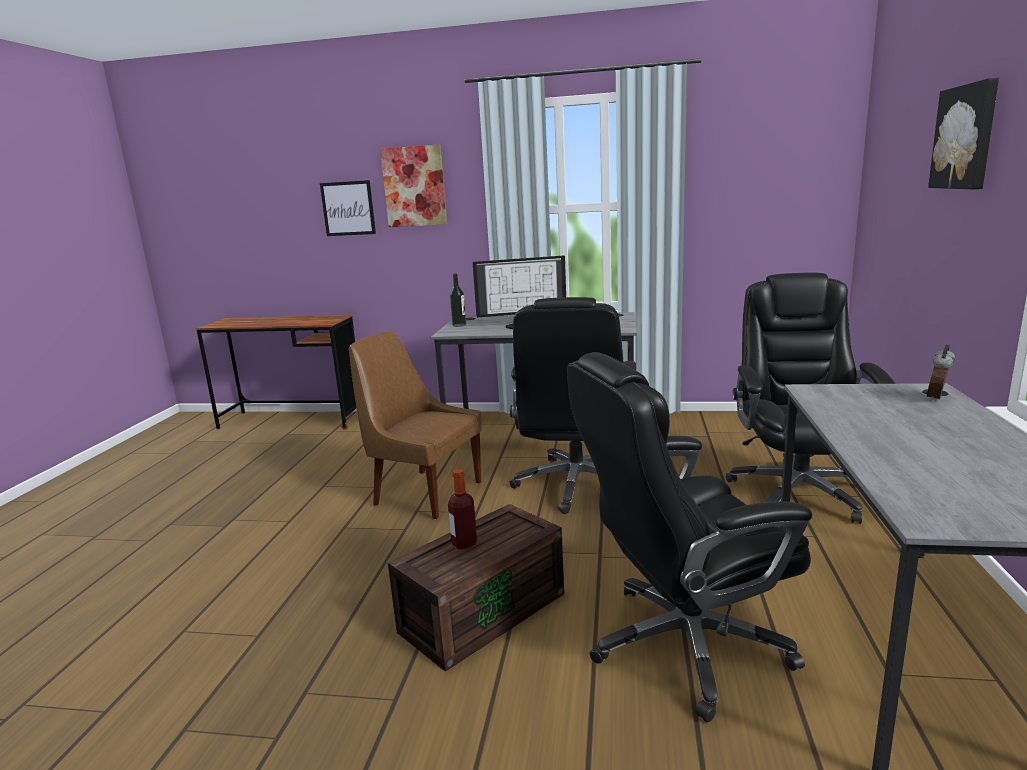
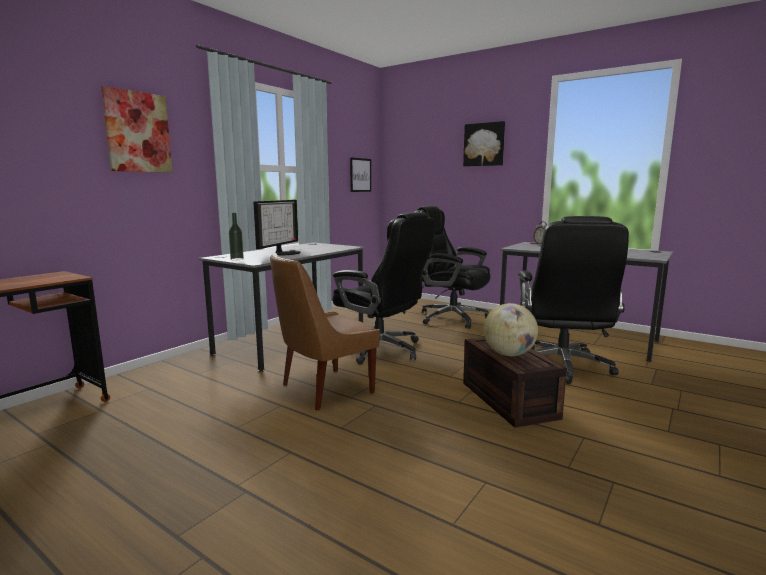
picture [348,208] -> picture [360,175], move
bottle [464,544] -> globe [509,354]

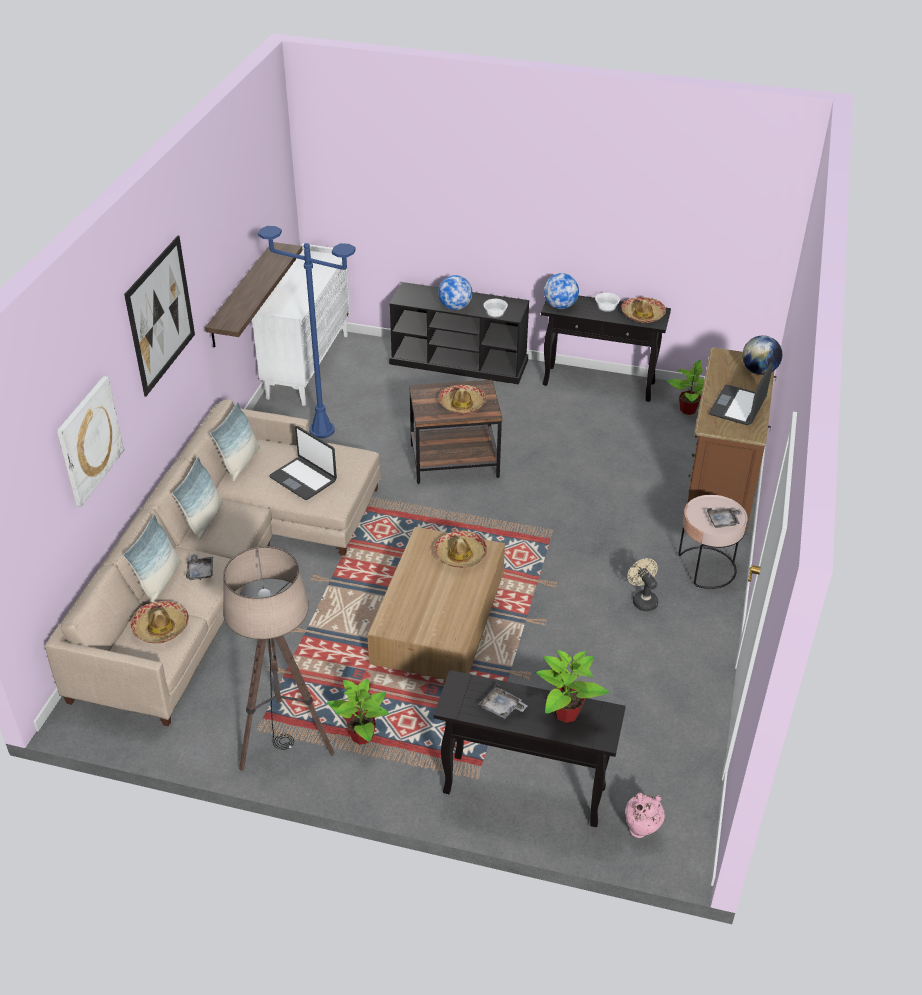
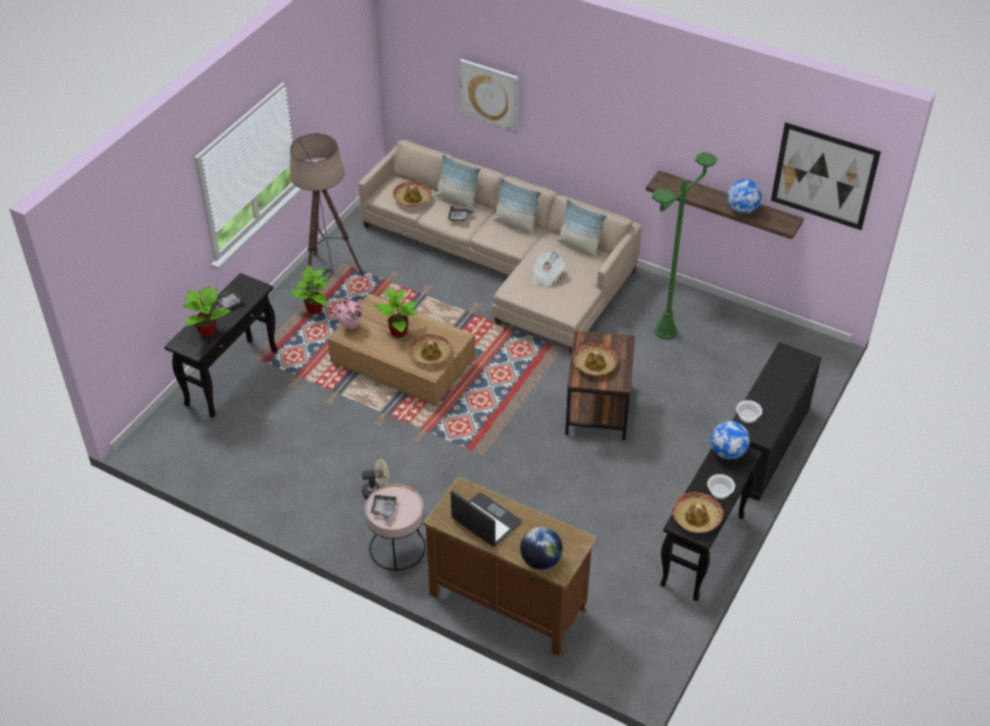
blue floor lamp [321,430] -> green floor lamp [666,331]
picture [161,315] -> picture [824,176], move
white cabinet [308,366] -> none
globe [455,307] -> globe [741,210], move
potted plant [688,409] -> potted plant [399,332], move
laptop [303,479] -> newspaper [546,276]
pink vase [641,831] -> pink vase [350,327], move

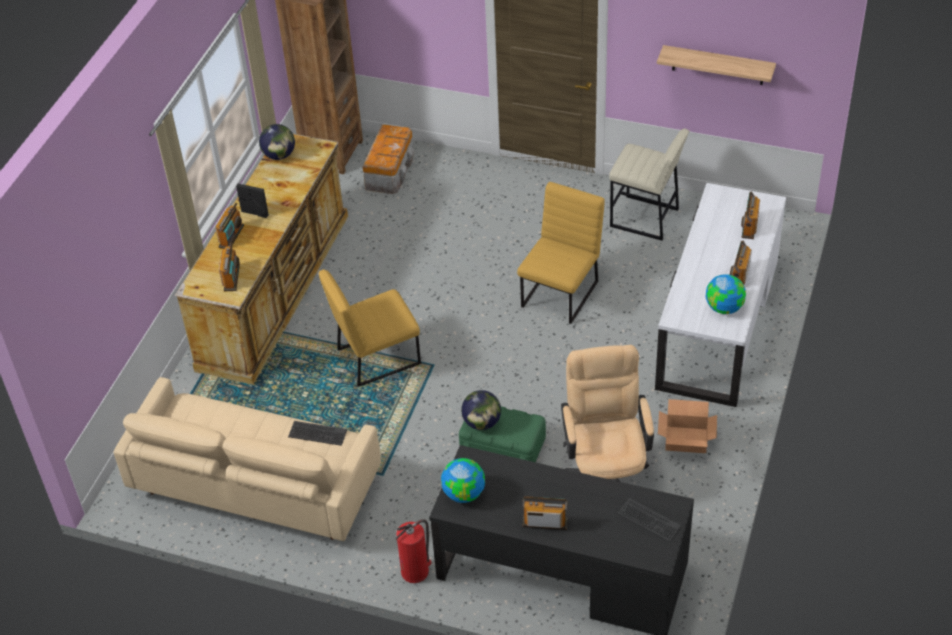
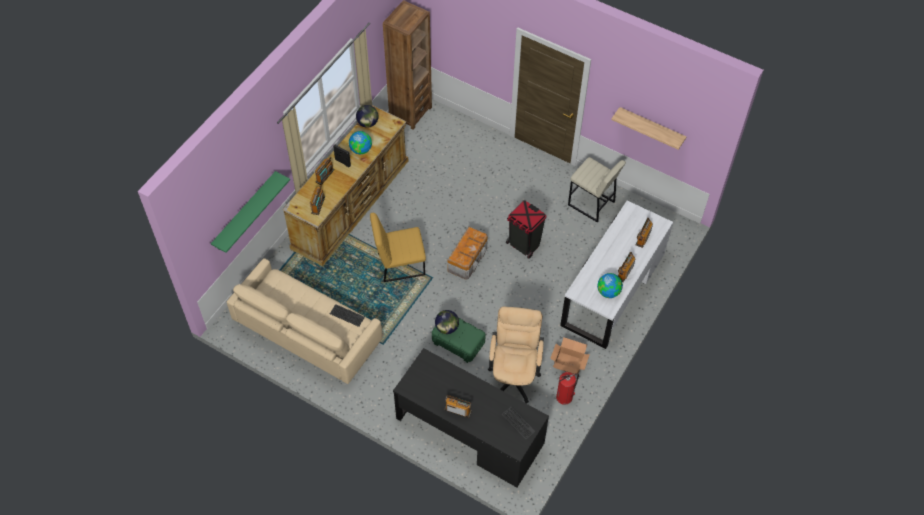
storage box [390,170] -> storage box [468,259], move
yellow chair [561,292] -> black trash can [524,245]
globe [463,493] -> globe [360,149], move
fire extinguisher [415,571] -> fire extinguisher [565,397], move
none -> green shelf [245,212]

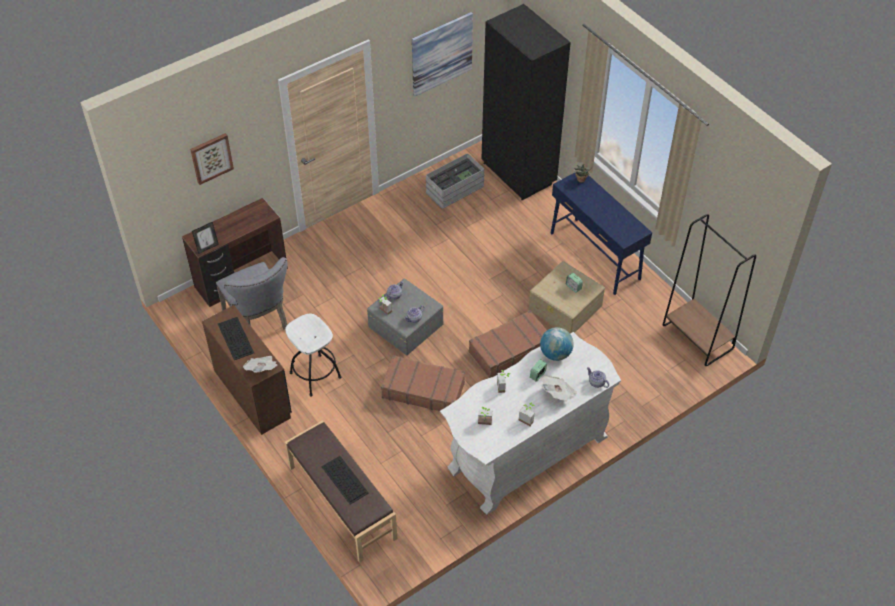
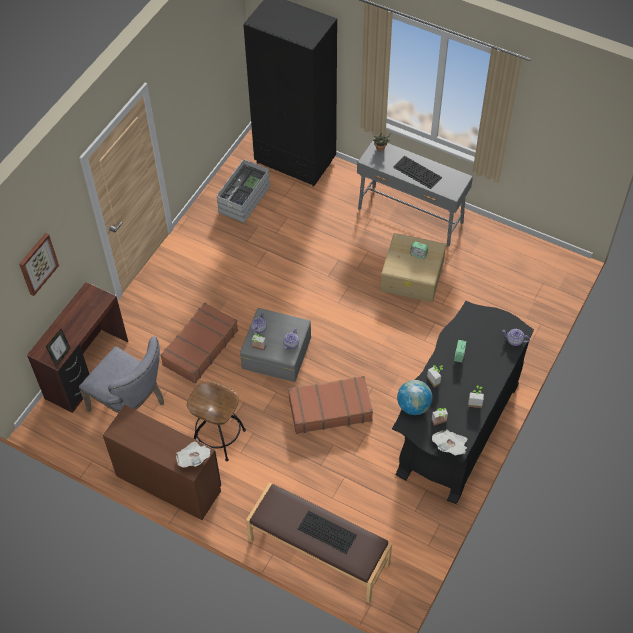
picture [441,53] -> none
blue console table [594,256] -> grey console table [410,216]
clothes rack [697,338] -> none
brown suitcase [509,349] -> brown suitcase [200,348], move
white stool [315,375] -> brown stool [219,438]
keyboard [236,338] -> keyboard [417,172], move
globe [555,353] -> globe [413,406], move
white dresser [525,449] -> black dresser [455,426]
newspaper [558,393] -> newspaper [450,446], move

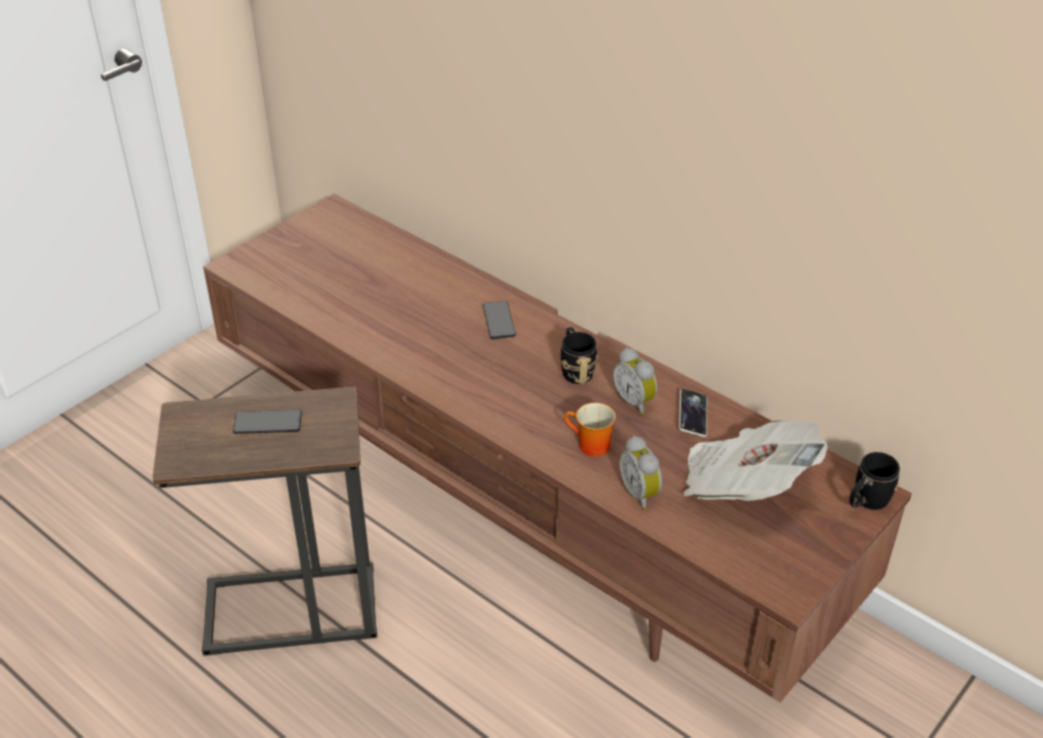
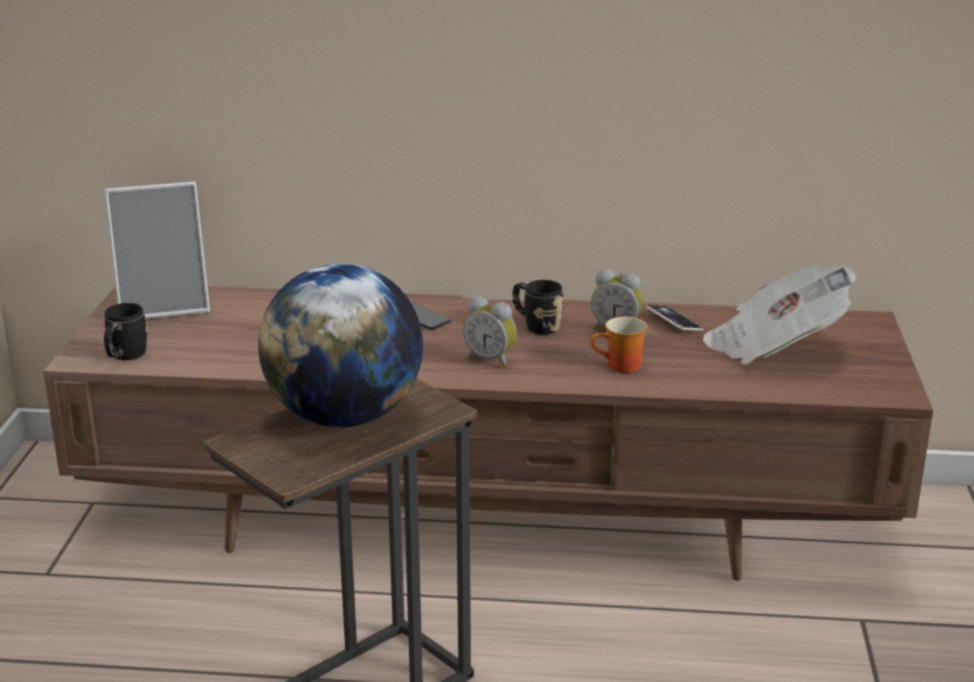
phone [267,423] -> globe [345,416]
alarm clock [641,493] -> alarm clock [491,359], move
black mug [866,502] -> black mug [125,357], move
none -> picture frame [164,305]

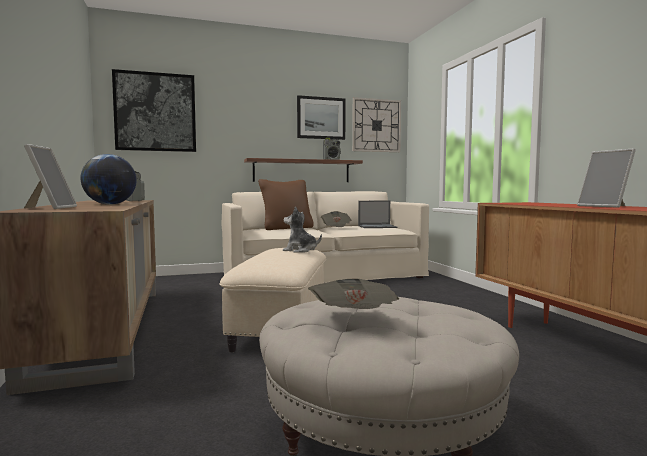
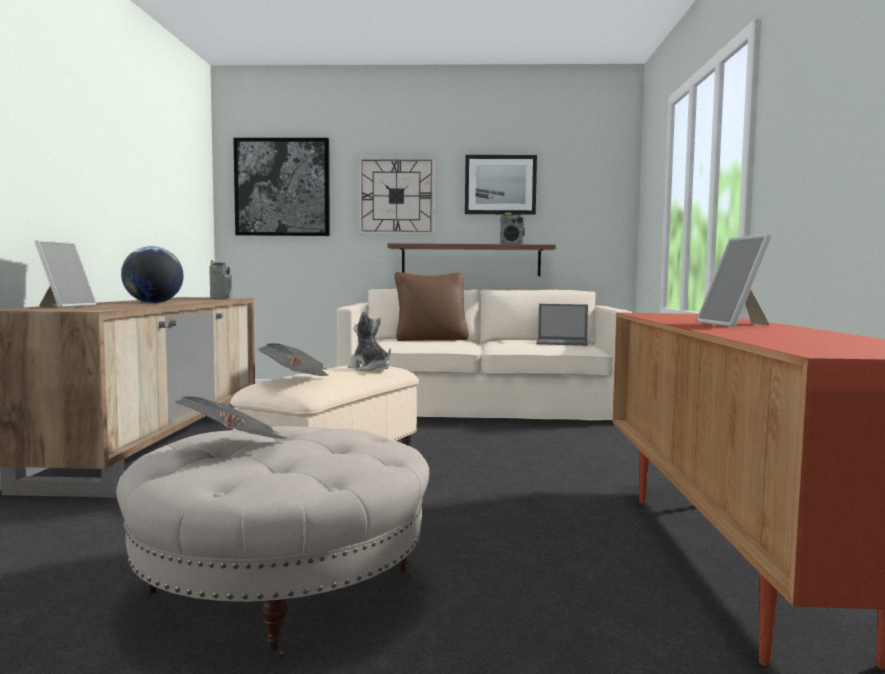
wall clock [376,125] -> wall clock [396,196], move
newspaper [336,228] -> newspaper [297,380], move

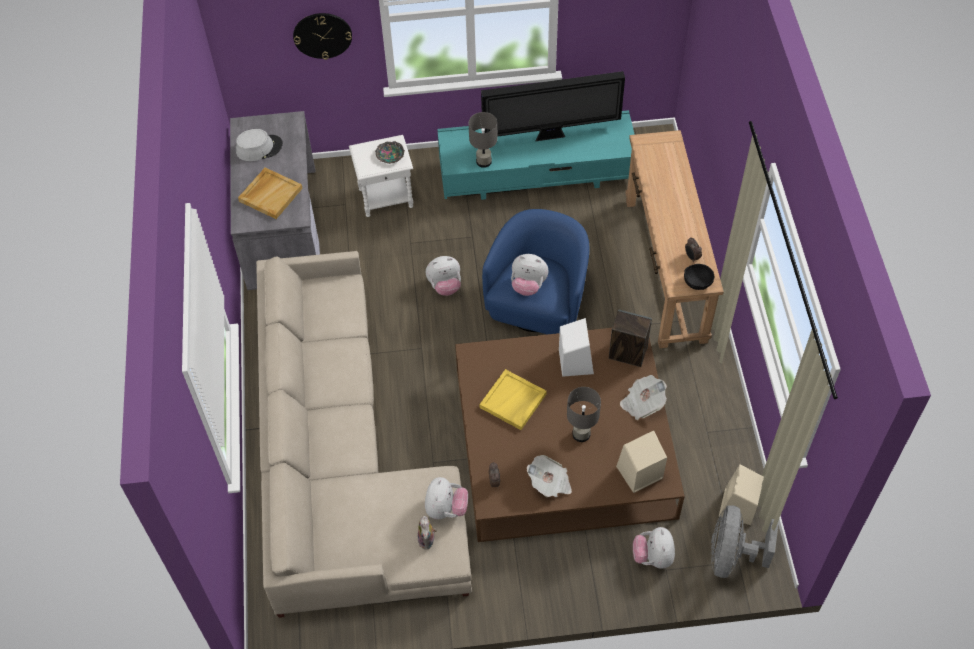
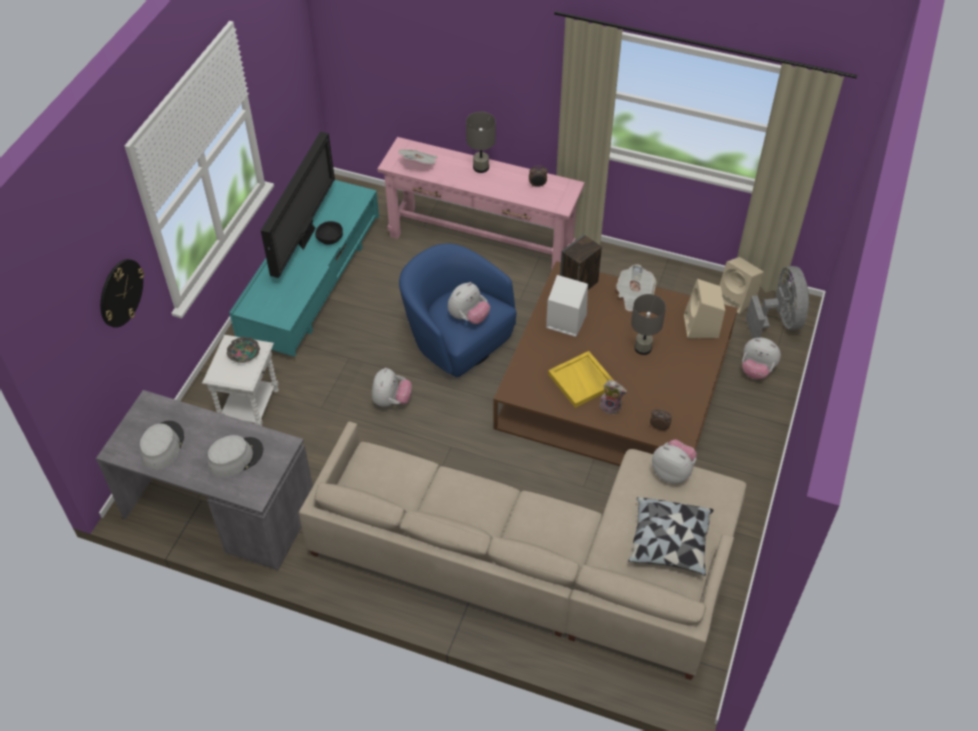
grey table lamp [483,161] -> grey table lamp [480,167], move
brown console table [665,269] -> pink console table [481,243]
beige tray [270,194] -> grey hat [235,457]
black bowl [697,282] -> black bowl [330,238], move
newspaper [550,483] -> newspaper [420,164], move
grey fan [732,555] -> grey fan [778,321], 135 degrees counterclockwise
plush toy [427,540] -> plush toy [611,407], move
none -> pillow [669,543]

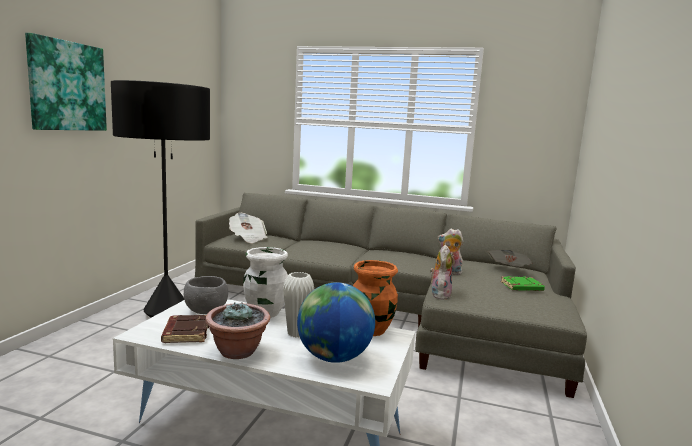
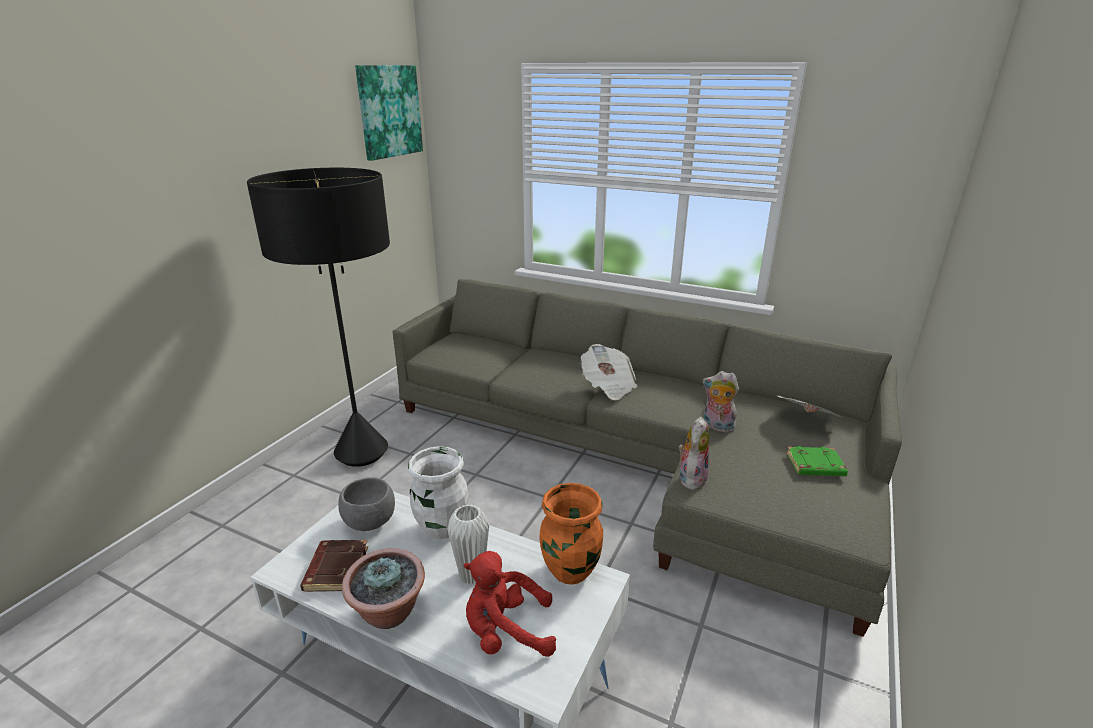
picture [67,86] -> picture [389,111], move
newspaper [248,238] -> newspaper [608,386], move
globe [334,358] -> red plush toy [506,632]

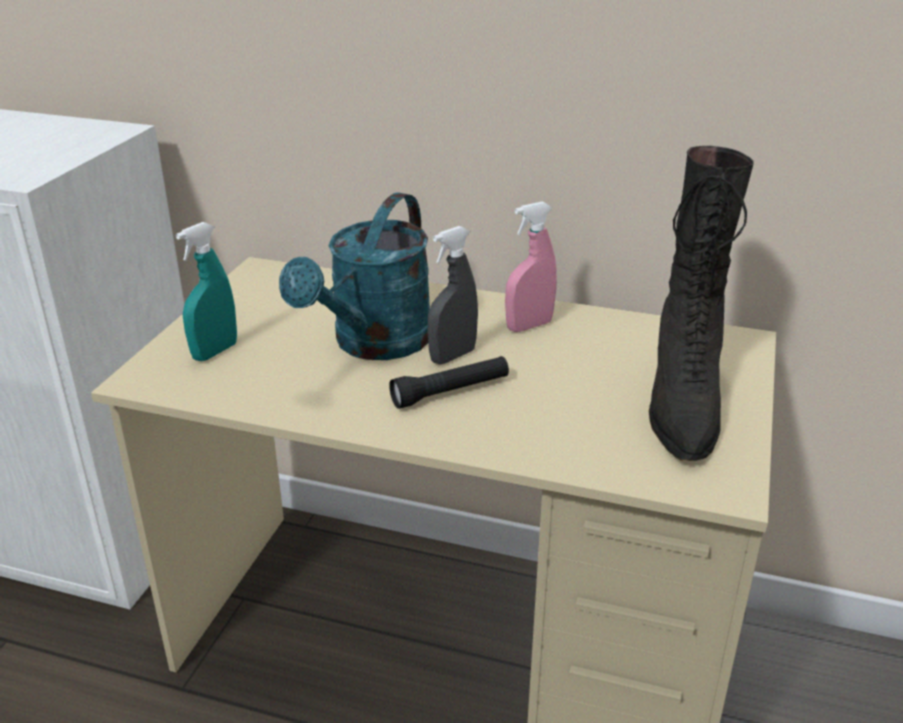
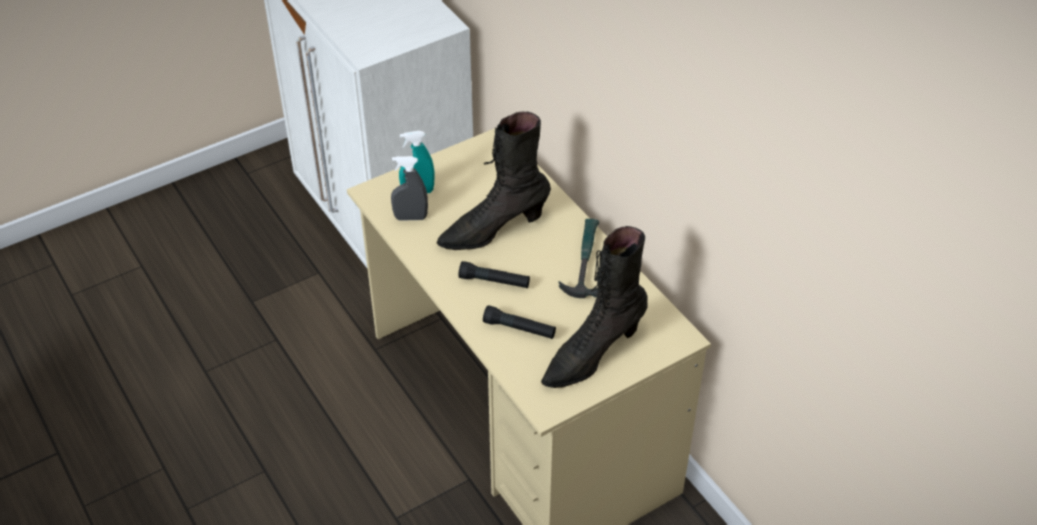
turquoise watering can [374,345] -> black boot [493,230]
pink spray bottle [529,326] -> hammer [583,261]
grey spray bottle [452,356] -> grey spray bottle [410,217], move
none -> black flashlight [519,329]

